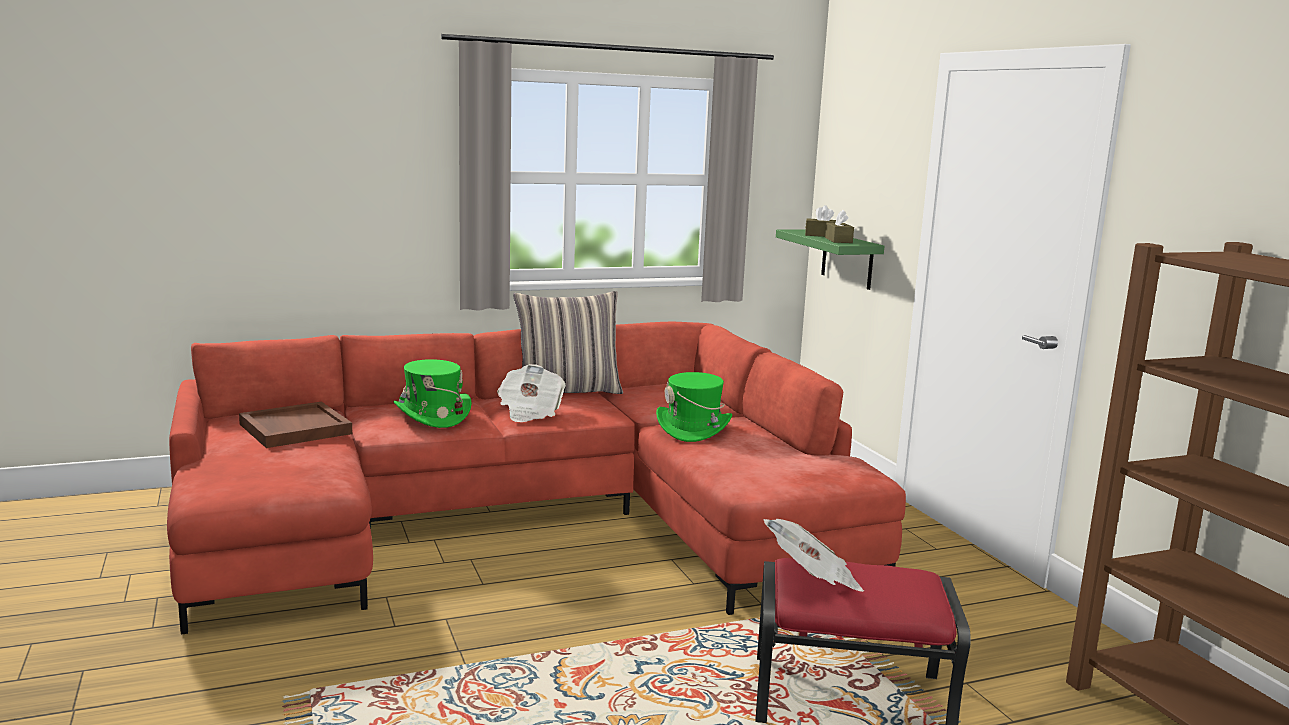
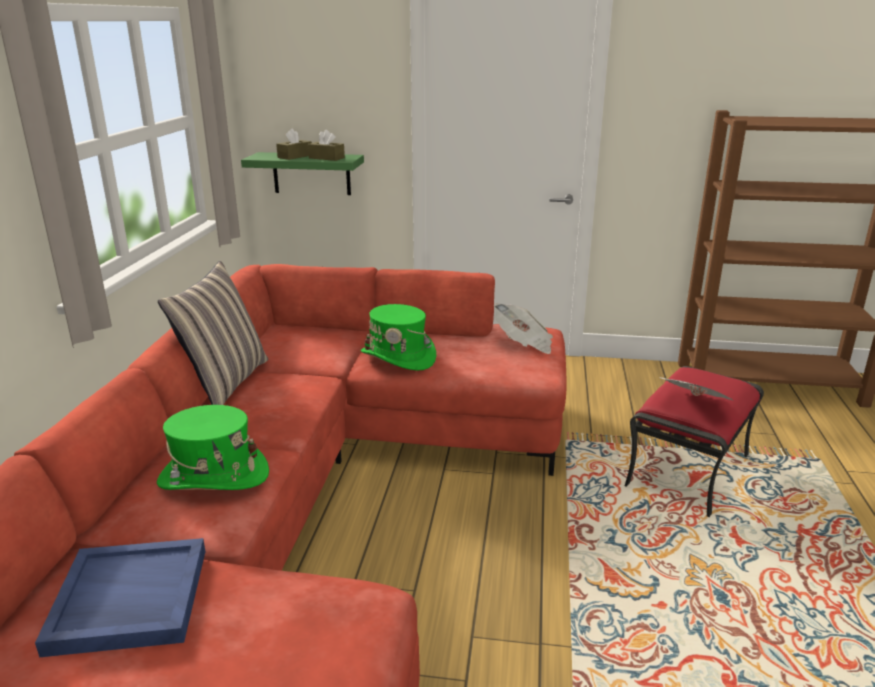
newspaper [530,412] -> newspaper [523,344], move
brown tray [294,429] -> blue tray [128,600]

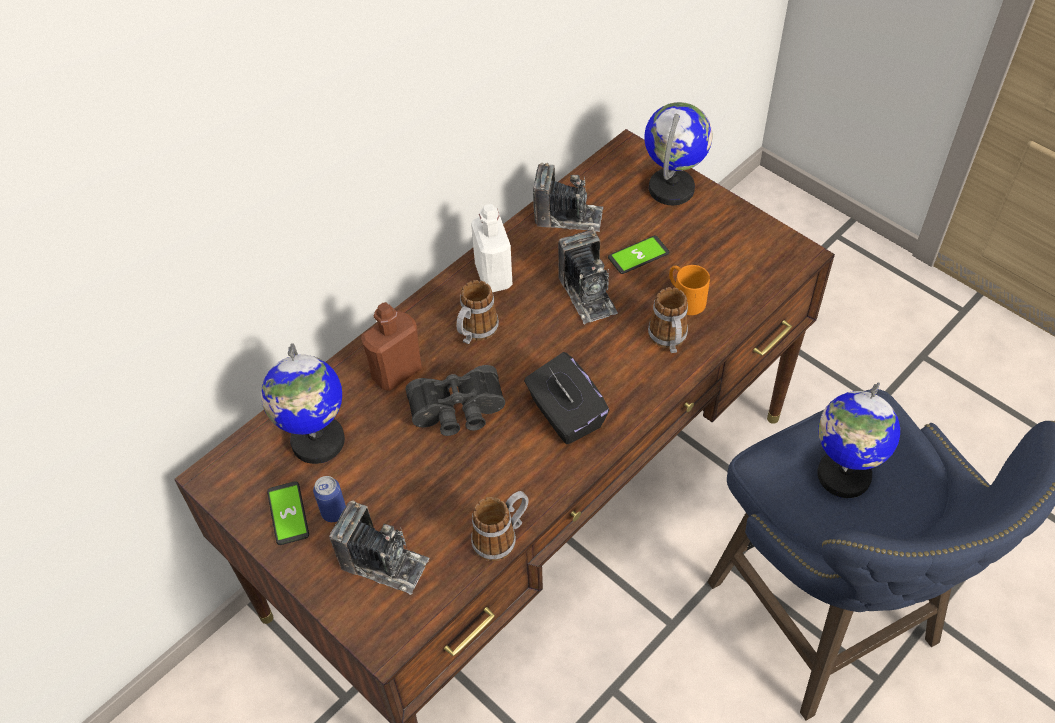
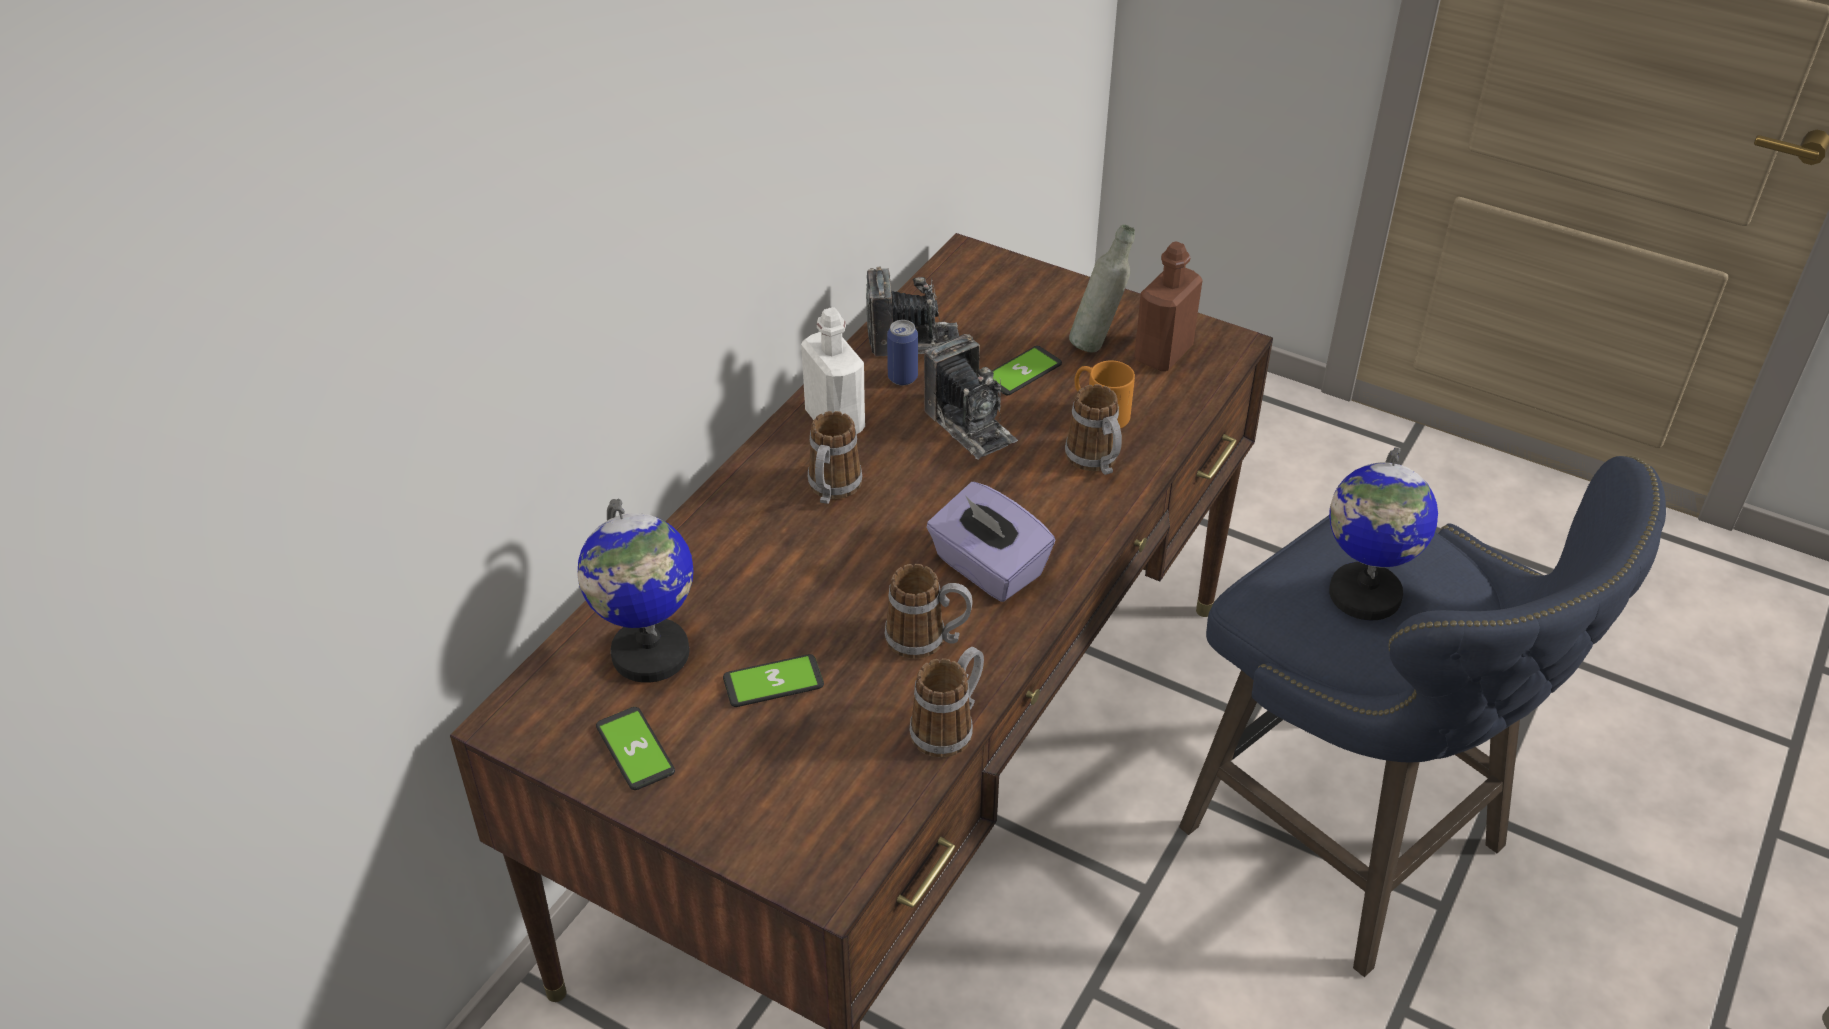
globe [672,189] -> none
brown bottle [396,372] -> brown bottle [1163,353], move
black tissue box [565,415] -> purple tissue box [987,568]
black binoculars [458,412] -> none
can [334,512] -> can [902,377], move
photo camera [384,563] -> none
none -> grey bottle [1097,342]
none -> mug [927,640]
none -> phone [773,682]

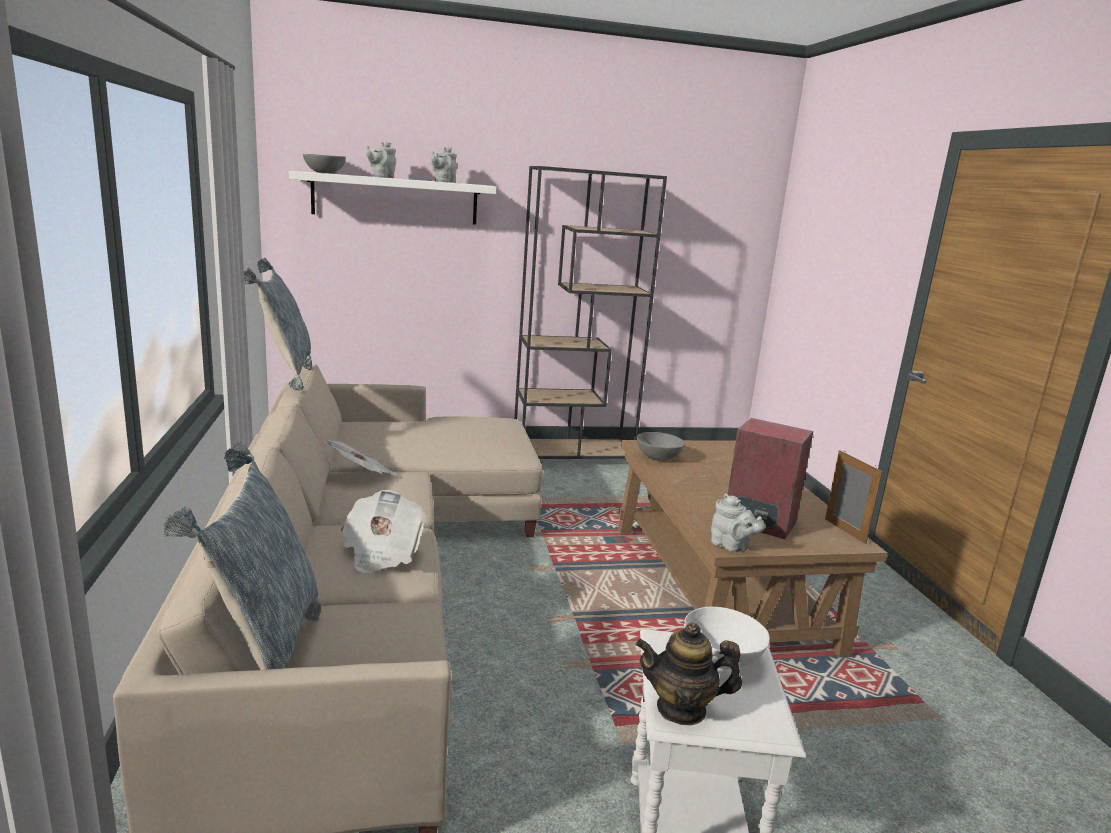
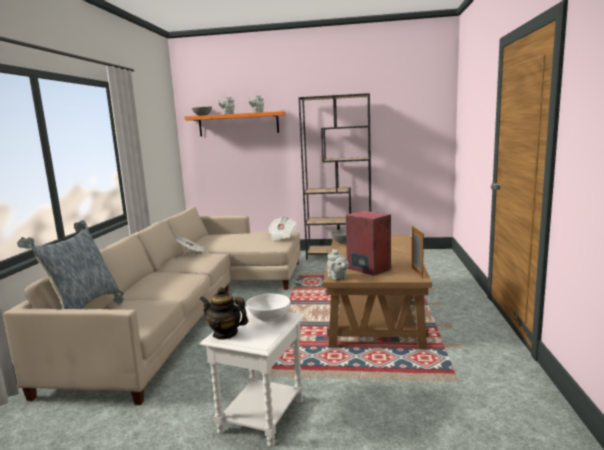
white shelf [395,199] -> orange shelf [238,124]
pillow [282,381] -> none
newspaper [382,552] -> newspaper [281,236], move

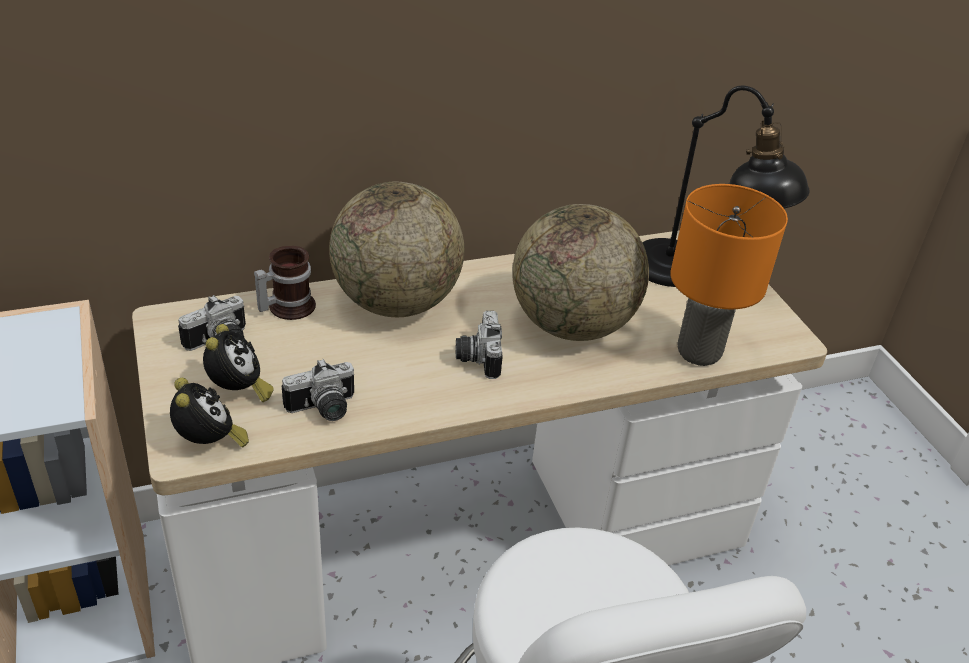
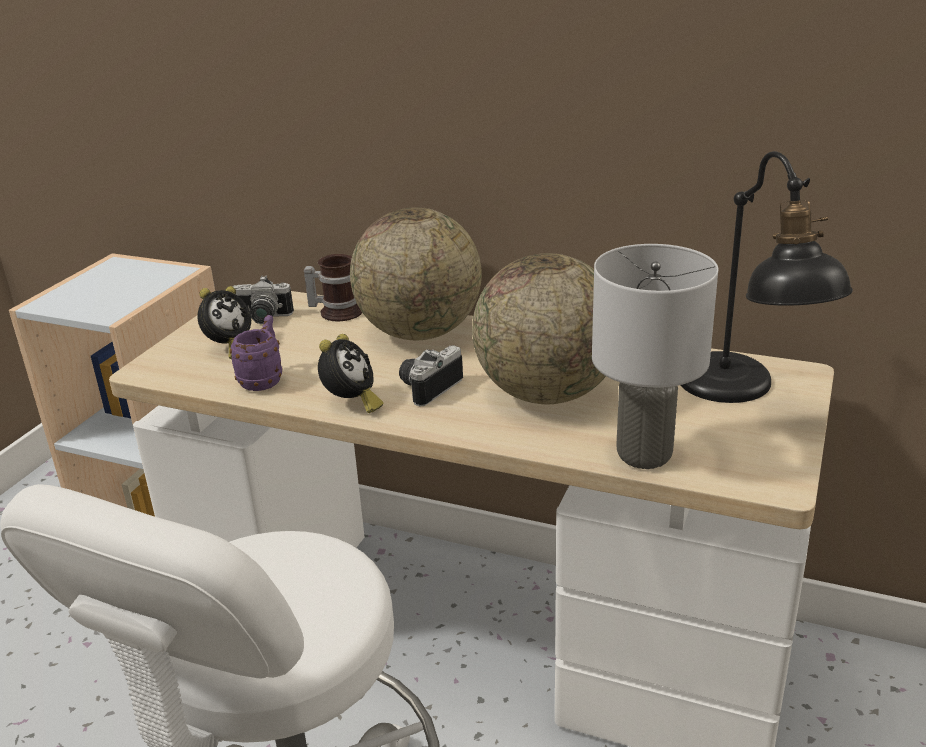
orange table lamp [697,355] -> white table lamp [641,457]
photo camera [323,410] -> purple mug [264,379]
alarm clock [209,443] -> alarm clock [351,404], move

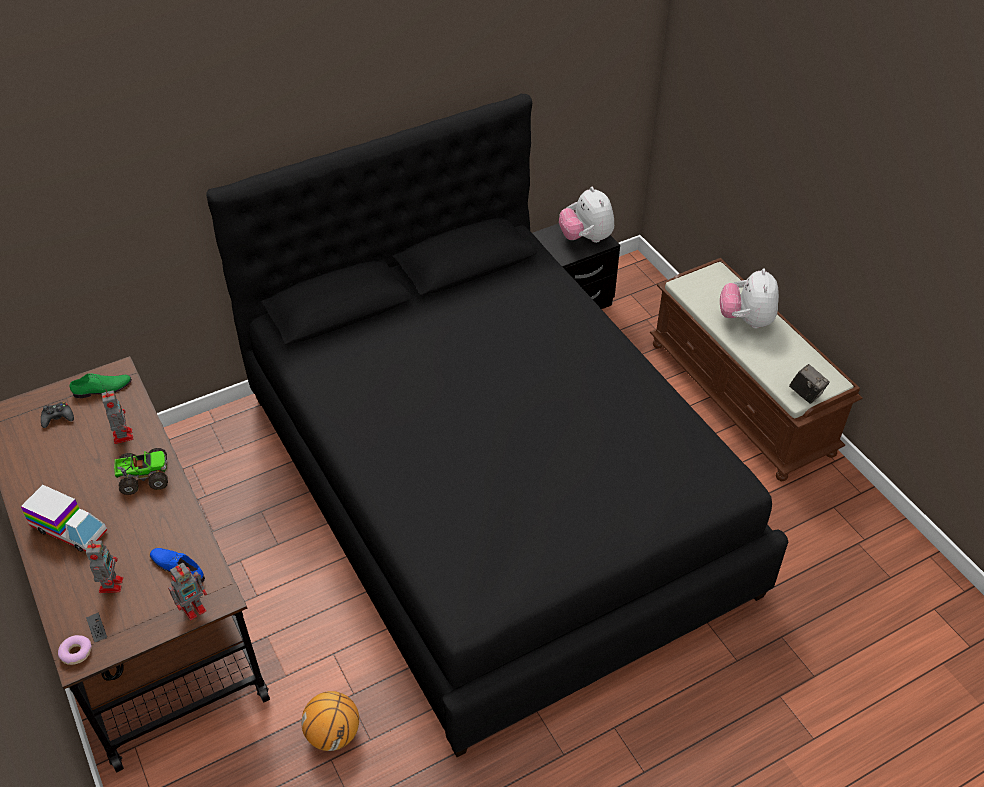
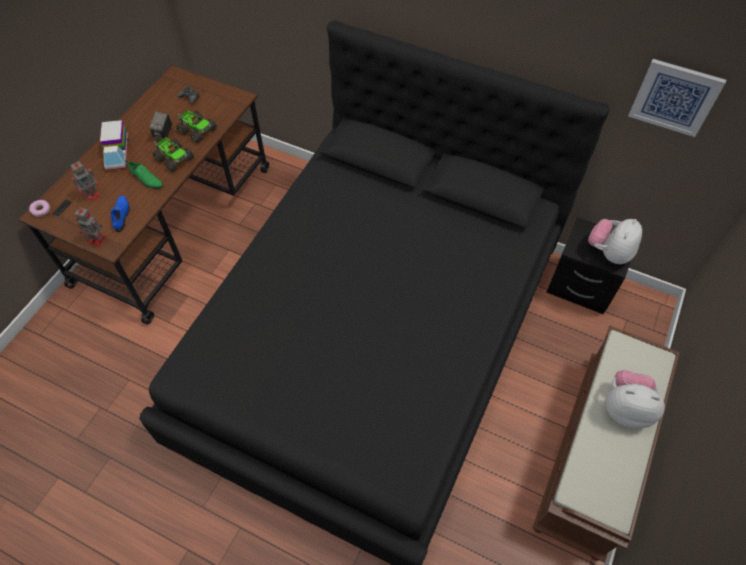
plush toy [746,320] -> plush toy [625,409], 45 degrees clockwise
photo camera [806,394] -> photo camera [164,134], move
green shoe [102,389] -> green shoe [146,180], move
toy robot [123,435] -> toy truck [197,130]
basketball [333,733] -> none
none -> picture [675,97]

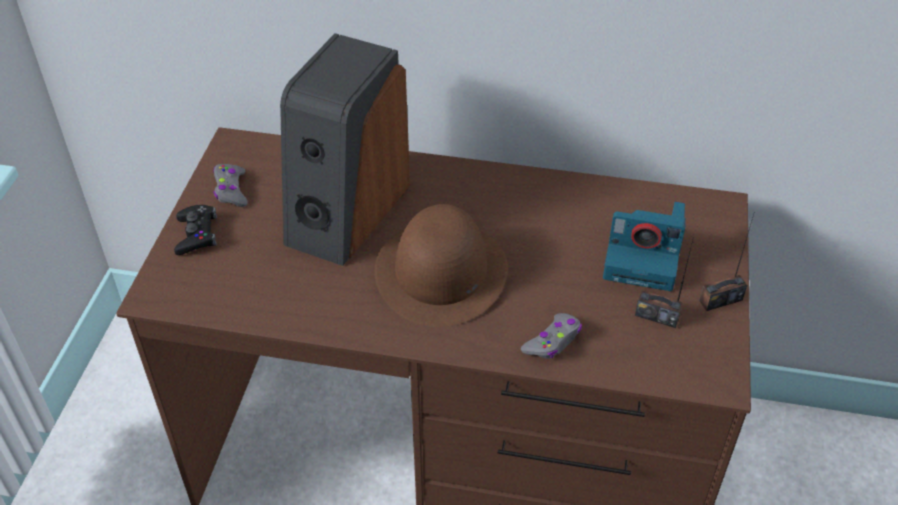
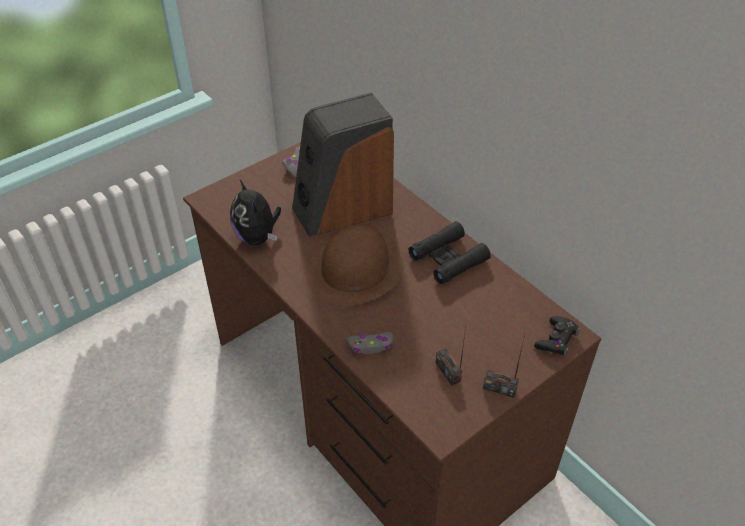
photo camera [644,258] -> none
black game controller [197,234] -> black game controller [556,339], move
none -> plush toy [258,237]
none -> black binoculars [448,258]

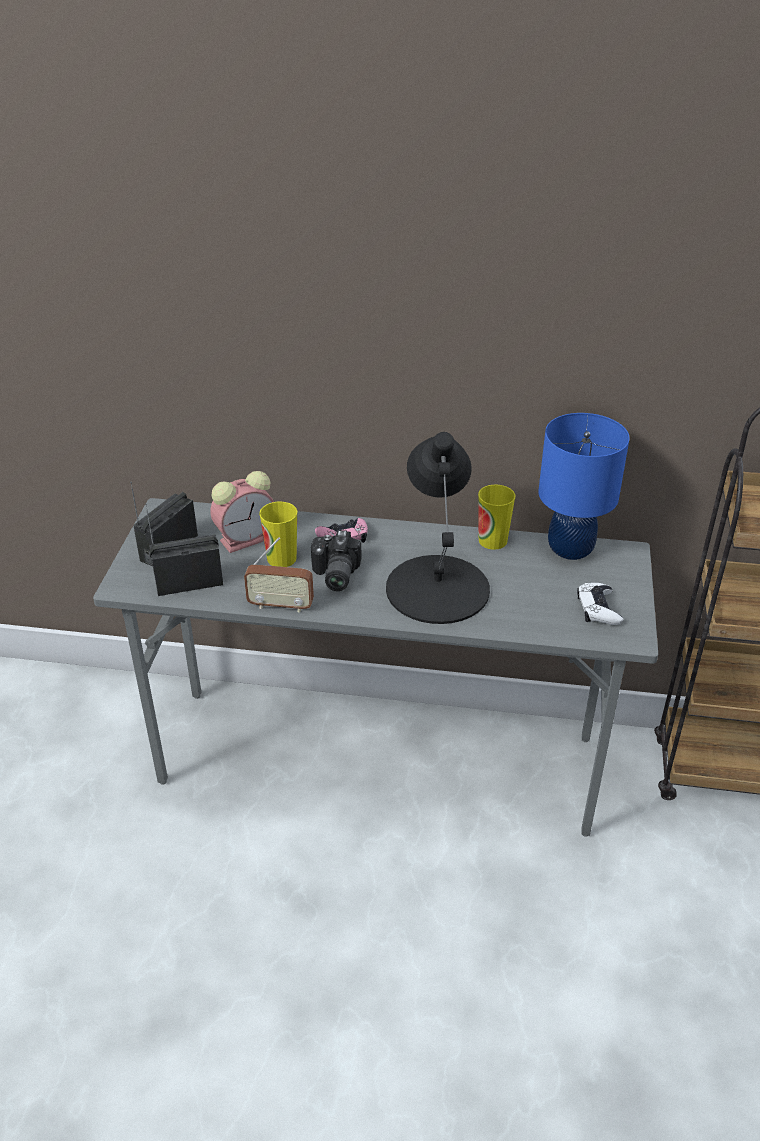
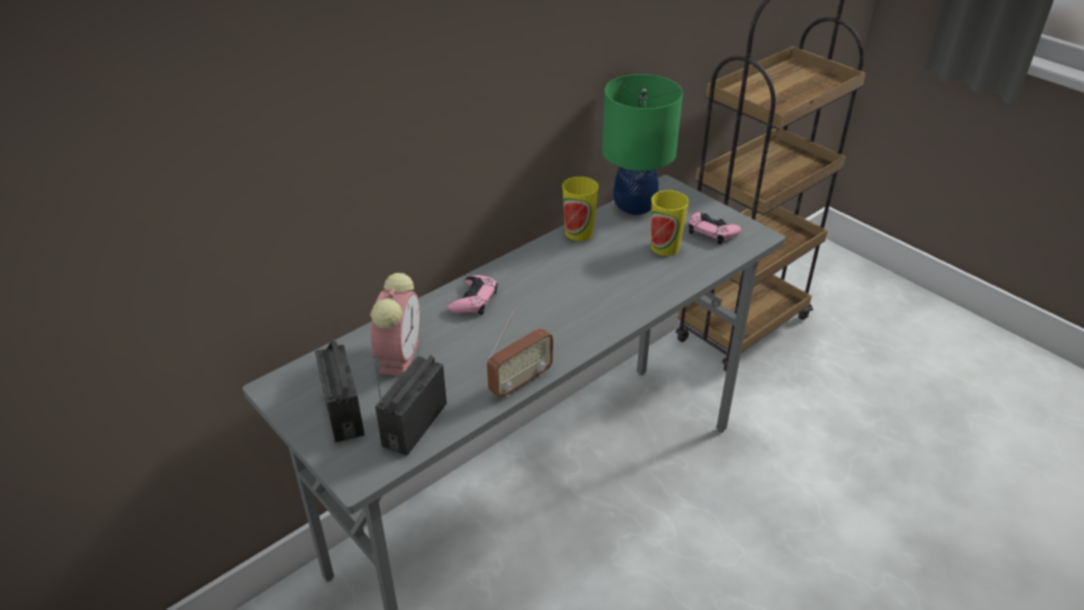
blue table lamp [570,552] -> green table lamp [636,208]
black table lamp [438,588] -> none
cup [281,558] -> cup [665,247], move
photo camera [334,575] -> none
white game controller [598,609] -> pink game controller [711,232]

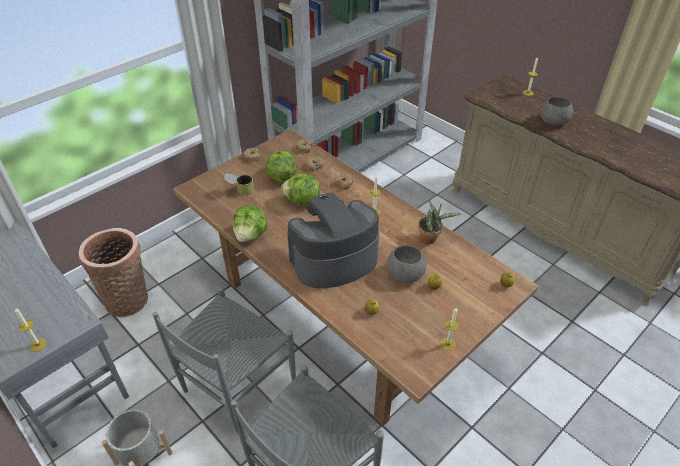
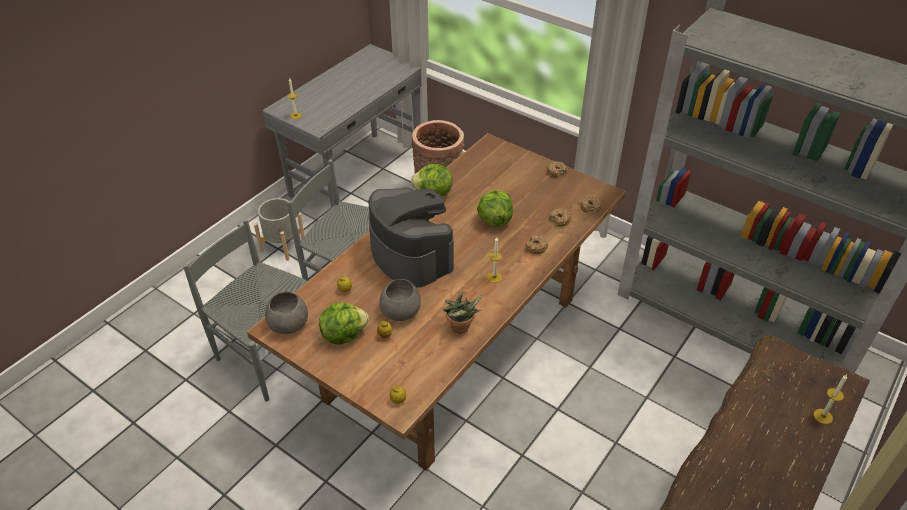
grey bowl [554,121] -> grey bowl [288,324], move
lettuce [281,177] -> lettuce [343,334], move
can [240,190] -> none
candle [447,344] -> none

